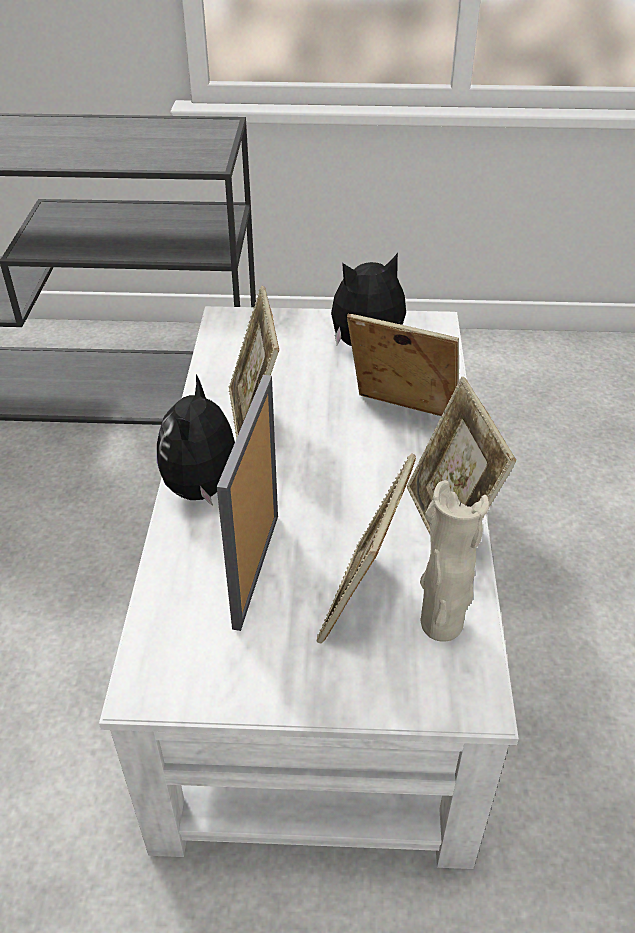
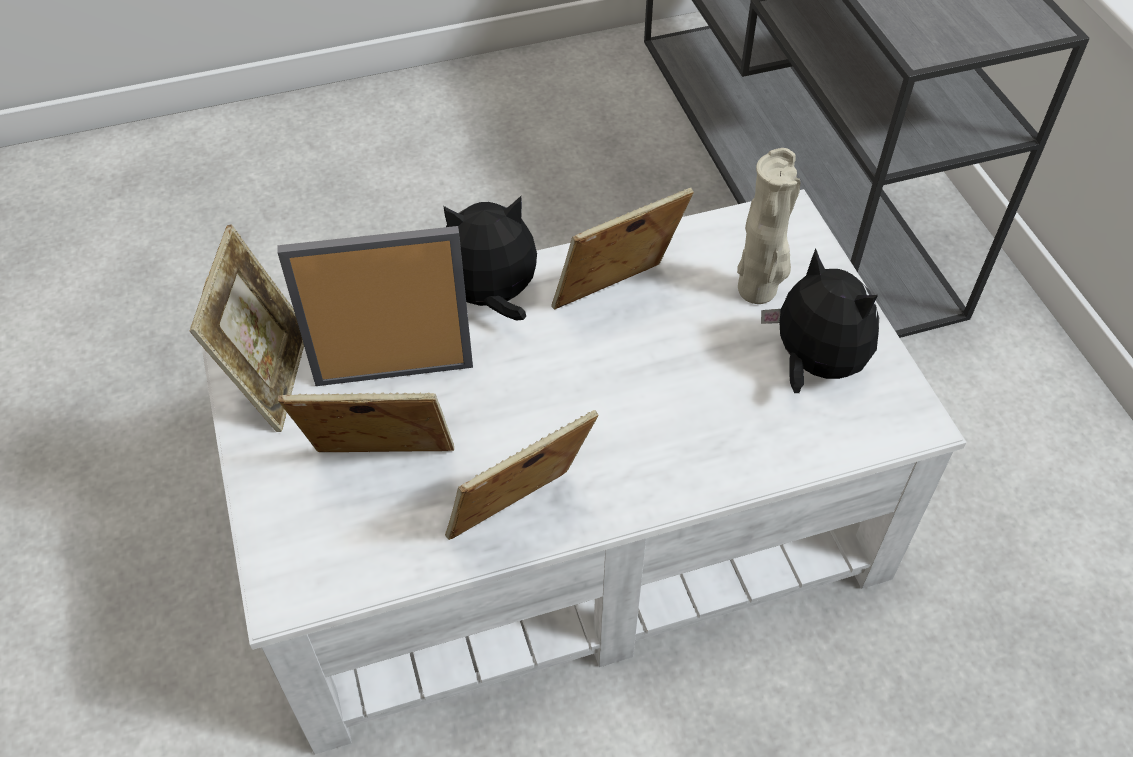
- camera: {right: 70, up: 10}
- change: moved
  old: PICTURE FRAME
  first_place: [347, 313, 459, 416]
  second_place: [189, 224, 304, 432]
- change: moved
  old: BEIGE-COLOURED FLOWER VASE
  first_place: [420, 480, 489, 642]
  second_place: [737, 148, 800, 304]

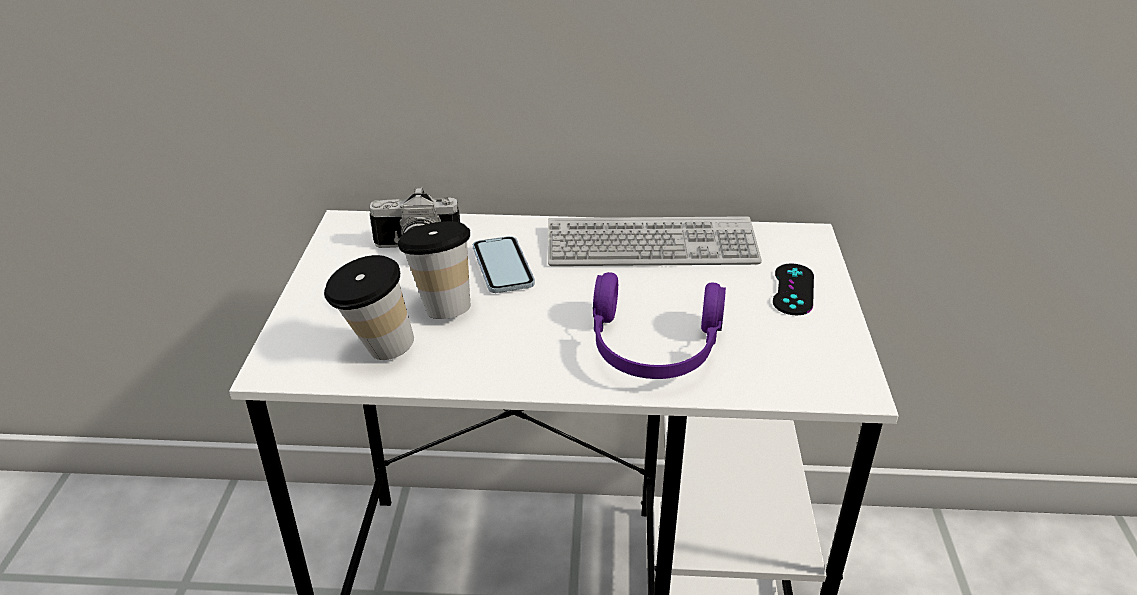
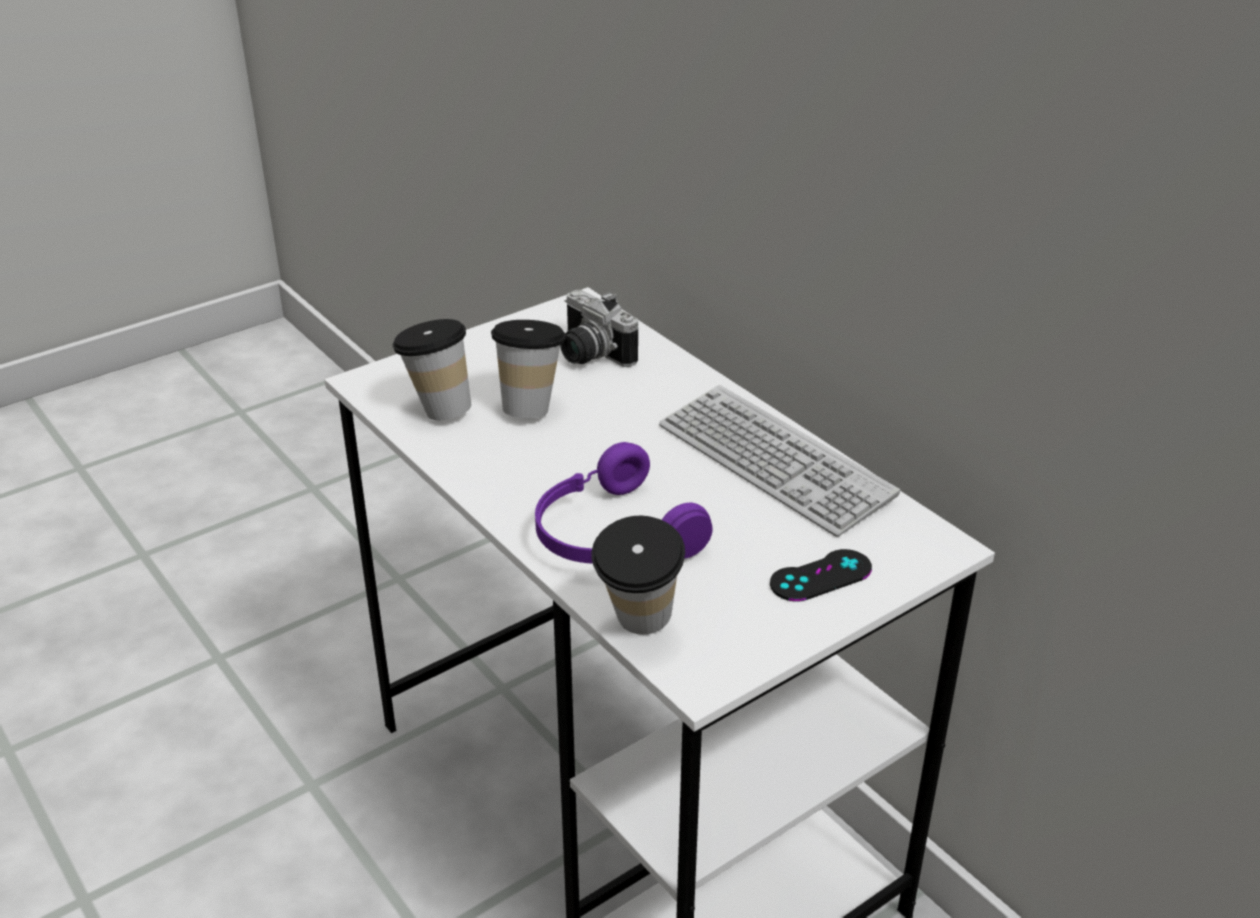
- camera: {right: 50, up: 0}
- change: removed
  old: PHONE
  first_place: [473, 236, 535, 293]
- change: added
  new: SMALL CUP
  second_place: [592, 516, 685, 635]

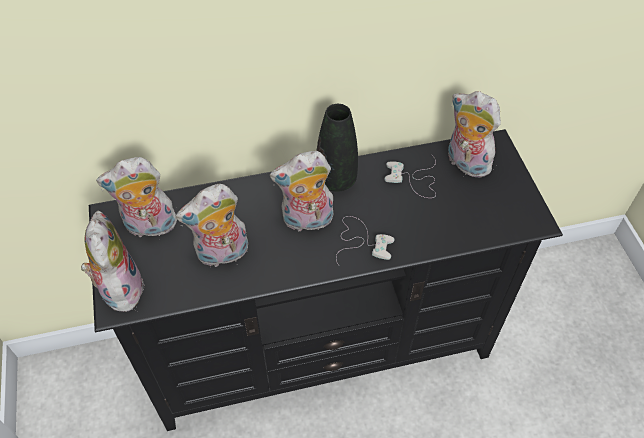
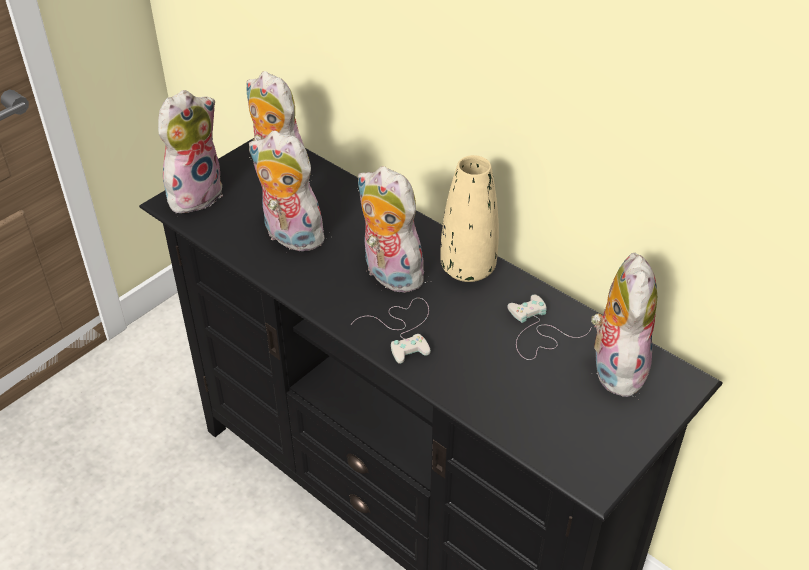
- camera: {right: 55, up: -10}
- change: recoloured
  old: BLACK-COLOURED FLOWER VASE
  new: BEIGE-COLOURED FLOWER VASE
  first_place: [317, 104, 358, 192]
  second_place: [441, 155, 499, 282]

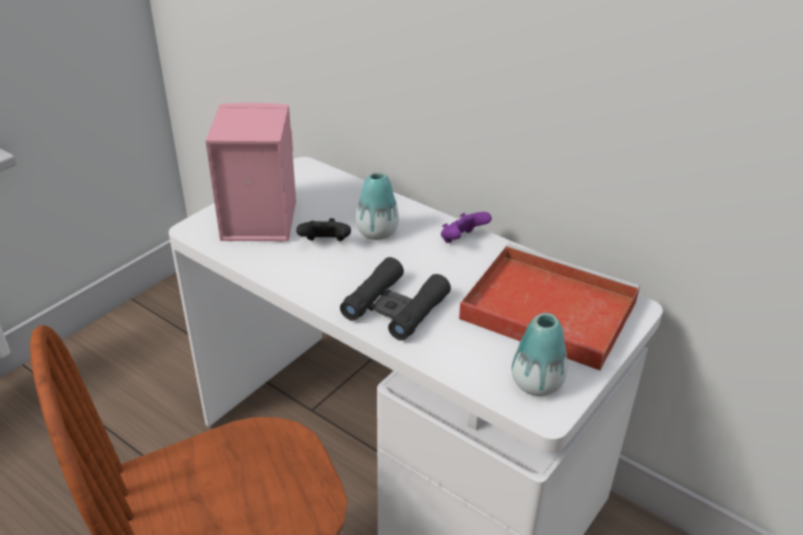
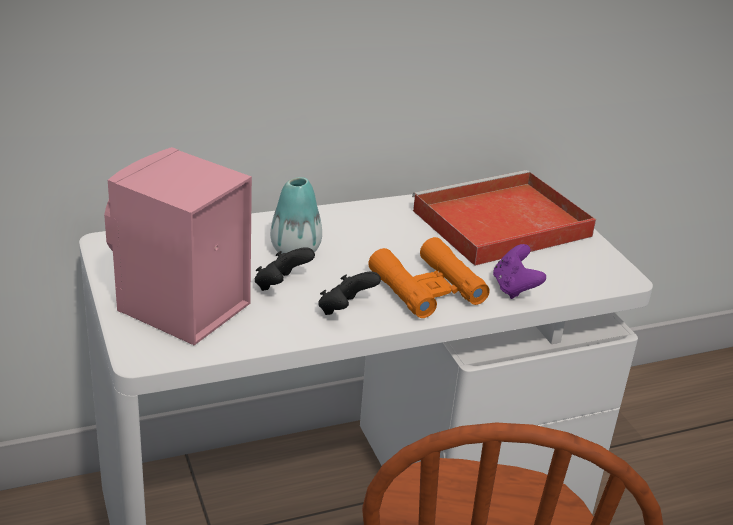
- camera: {right: -60, up: -5}
- change: recoloured
  old: BLACK-COLOURED PAIR OF BINOCULARS
  new: ORANGEY PAIR OF BINOCULARS
  first_place: [340, 257, 451, 340]
  second_place: [368, 237, 490, 318]
- change: moved
  old: PURPLE-COLOURED GAME CONTROLLER
  first_place: [441, 212, 492, 243]
  second_place: [493, 244, 546, 299]
- change: removed
  old: FLOWER VASE
  first_place: [511, 313, 568, 396]
- change: added
  new: BLACK-COLOURED GAME CONTROLLER
  second_place: [319, 271, 381, 315]

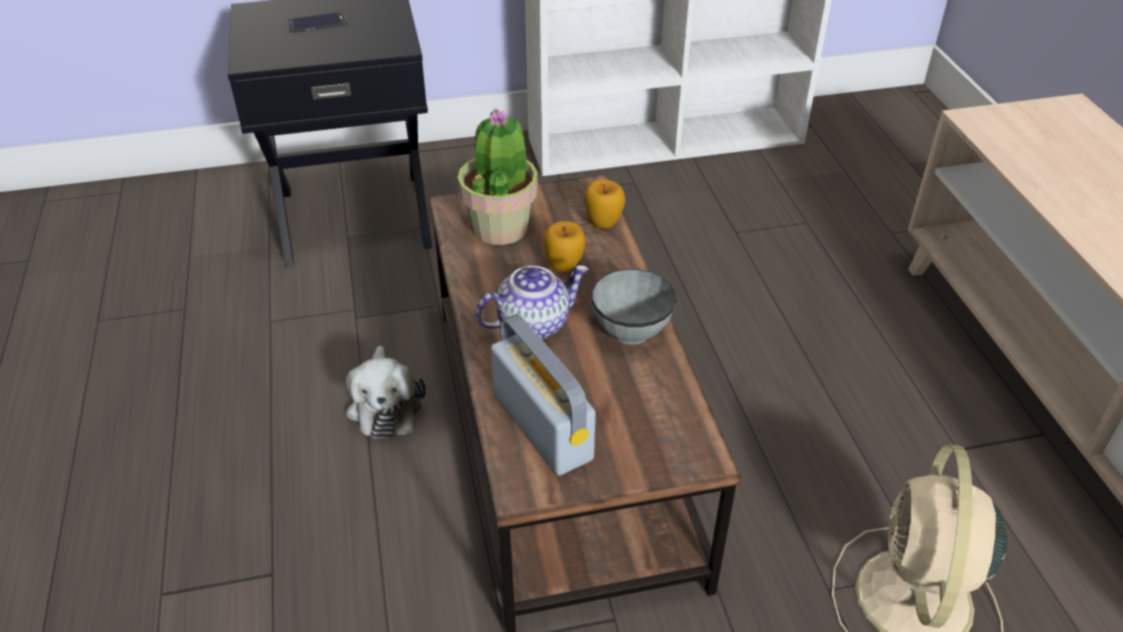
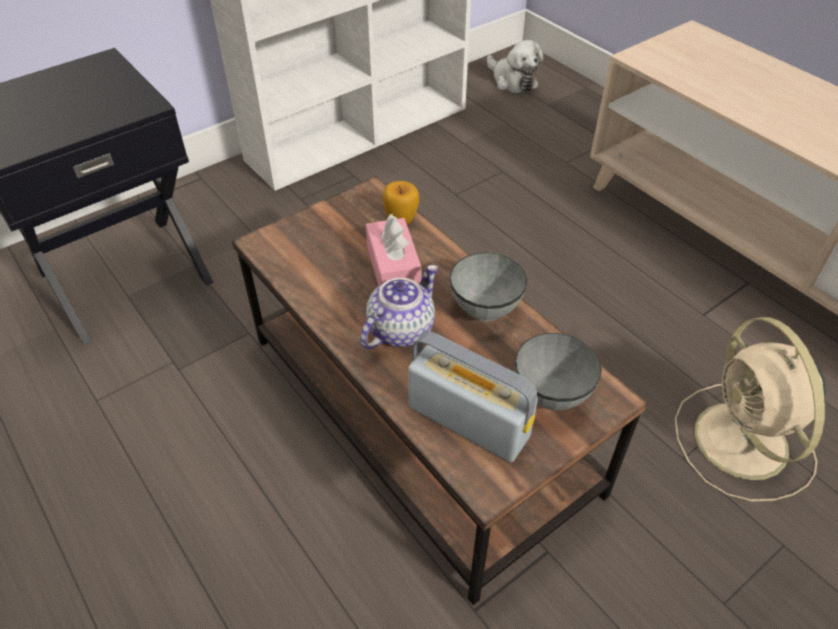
- camera: {right: -25, up: 5}
- change: removed
  old: PHONE
  first_place: [288, 12, 347, 33]
- change: moved
  old: CUDDLY TOY
  first_place: [346, 346, 426, 440]
  second_place: [487, 40, 543, 94]
- change: removed
  old: POTTED PLANT
  first_place: [458, 108, 538, 245]
- change: replaced
  old: WHOLE APPLE
  new: PINKISH TISSUE HOLDER
  first_place: [544, 221, 585, 272]
  second_place: [366, 214, 421, 286]
- change: added
  new: GRAY SERVING BOWL
  second_place: [515, 333, 602, 410]

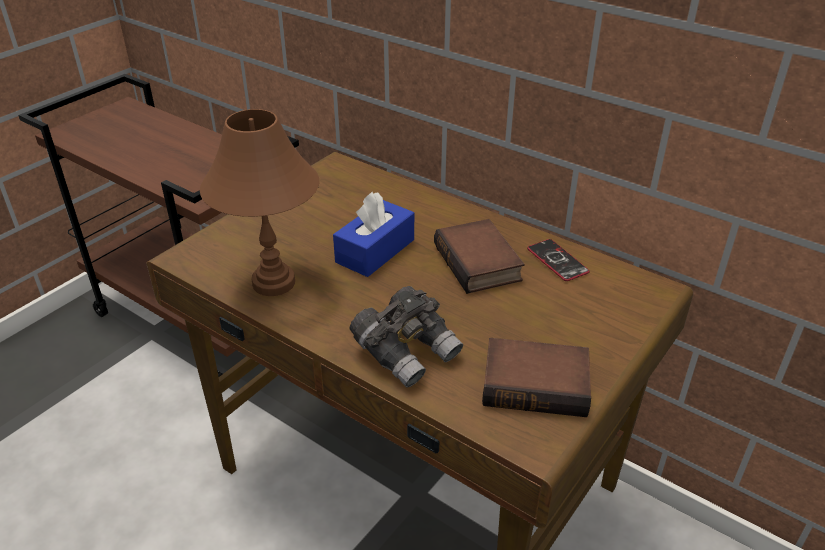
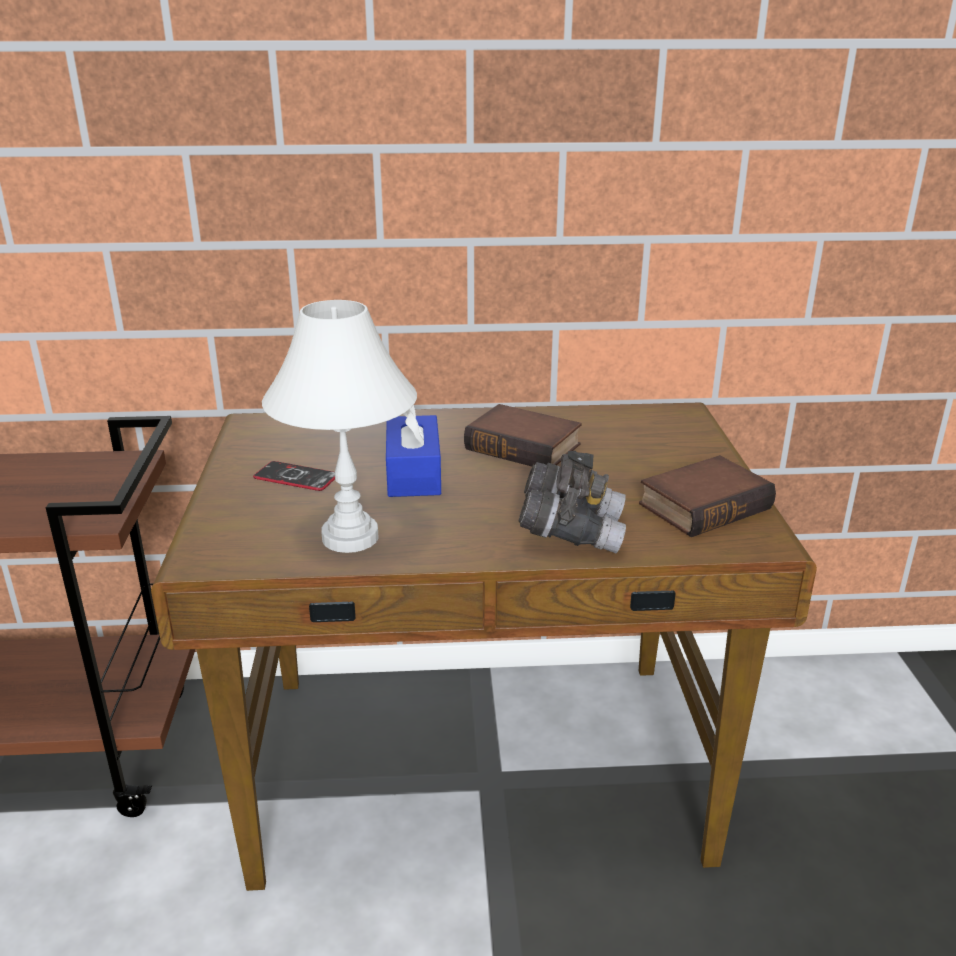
- camera: {right: -40, up: -10}
- change: recoloured
  old: BROWNISH LAMP FOR A TABLE
  new: WHITISH LAMP FOR A TABLE
  first_place: [200, 109, 319, 296]
  second_place: [262, 300, 417, 553]
- change: moved
  old: PHONE
  first_place: [527, 239, 590, 281]
  second_place: [253, 461, 335, 491]

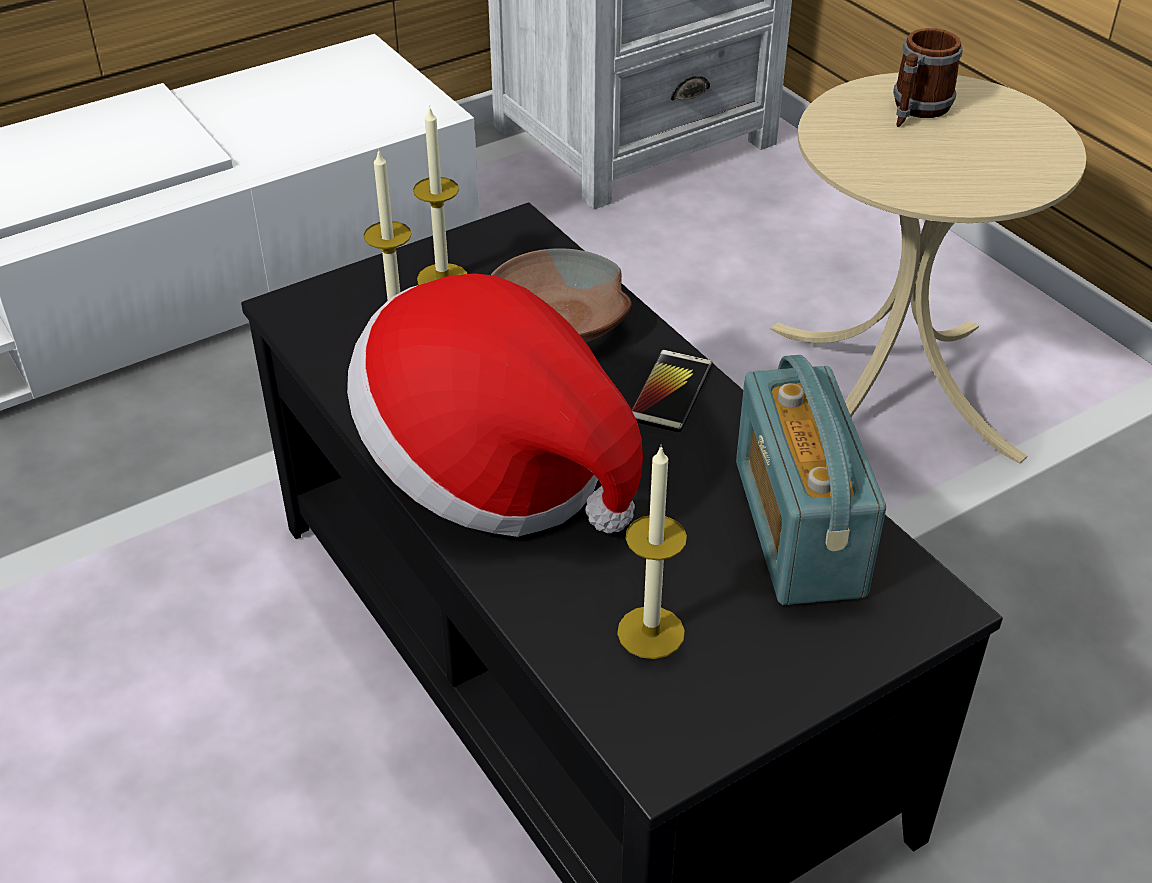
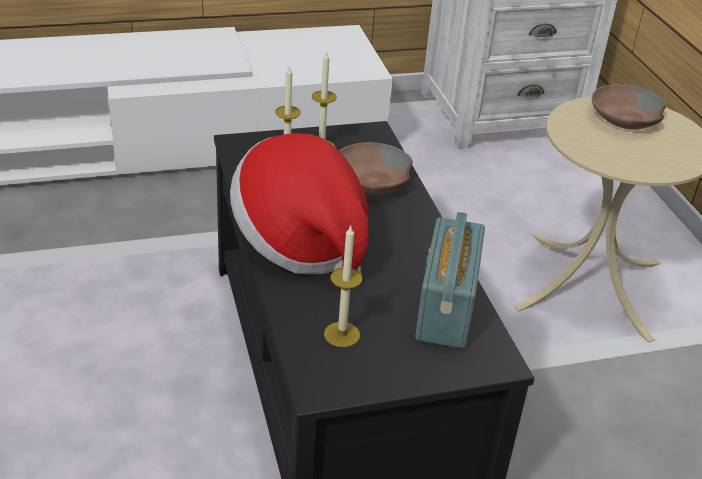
- camera: {right: 15, up: -5}
- change: removed
  old: PHONE
  first_place: [631, 350, 713, 432]
- change: replaced
  old: MUG
  new: BROWNISH SERVING BOWL
  first_place: [893, 28, 963, 127]
  second_place: [592, 84, 667, 129]

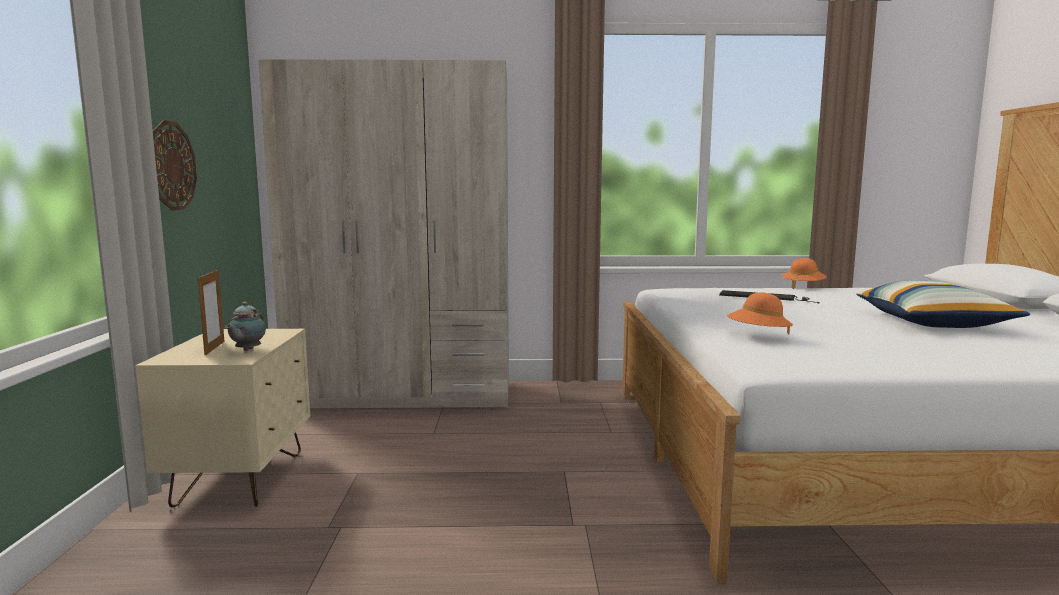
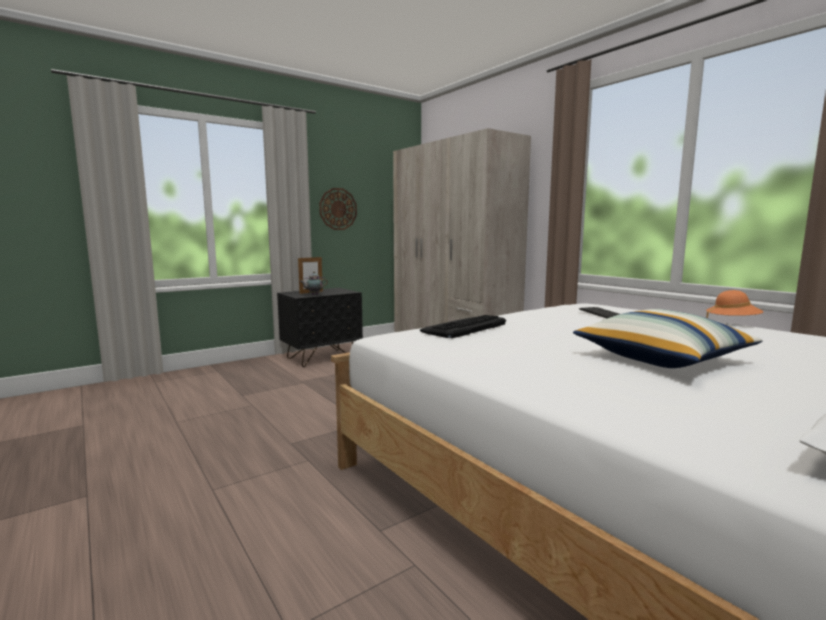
- camera: {right: 55, up: 0}
- change: recoloured
  old: BEIGE-COLOURED NIGHTSTAND
  new: BLACK-COLOURED NIGHTSTAND
  first_place: [135, 329, 310, 507]
  second_place: [277, 288, 363, 367]
- change: replaced
  old: ORANGEY WEARABLE HAT
  new: COMPUTER KEYBOARD
  first_place: [727, 292, 793, 335]
  second_place: [420, 315, 506, 338]

